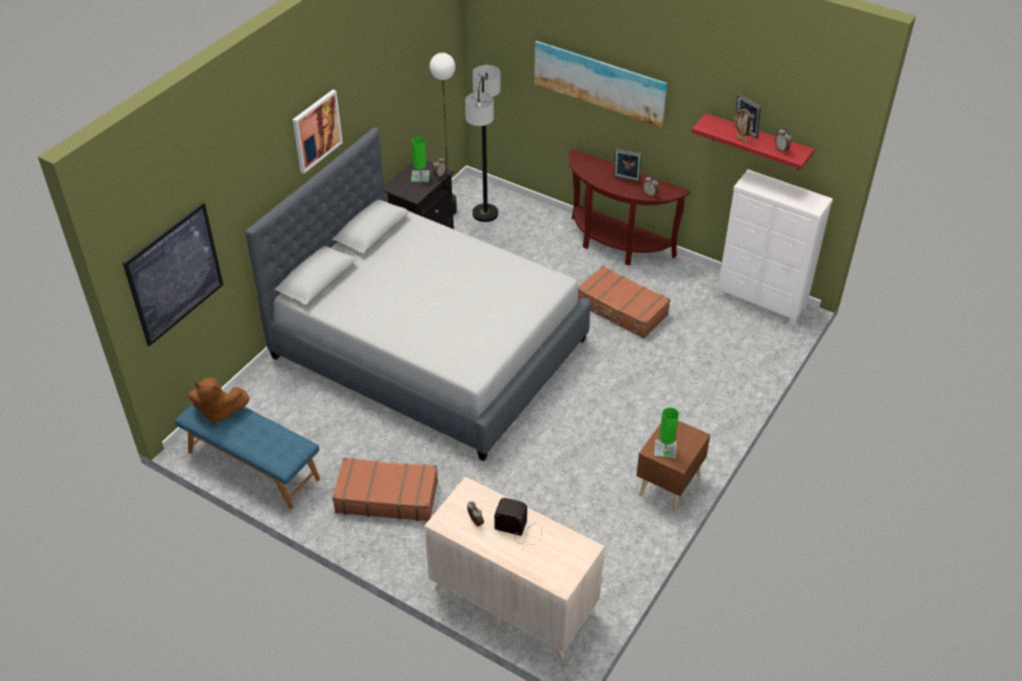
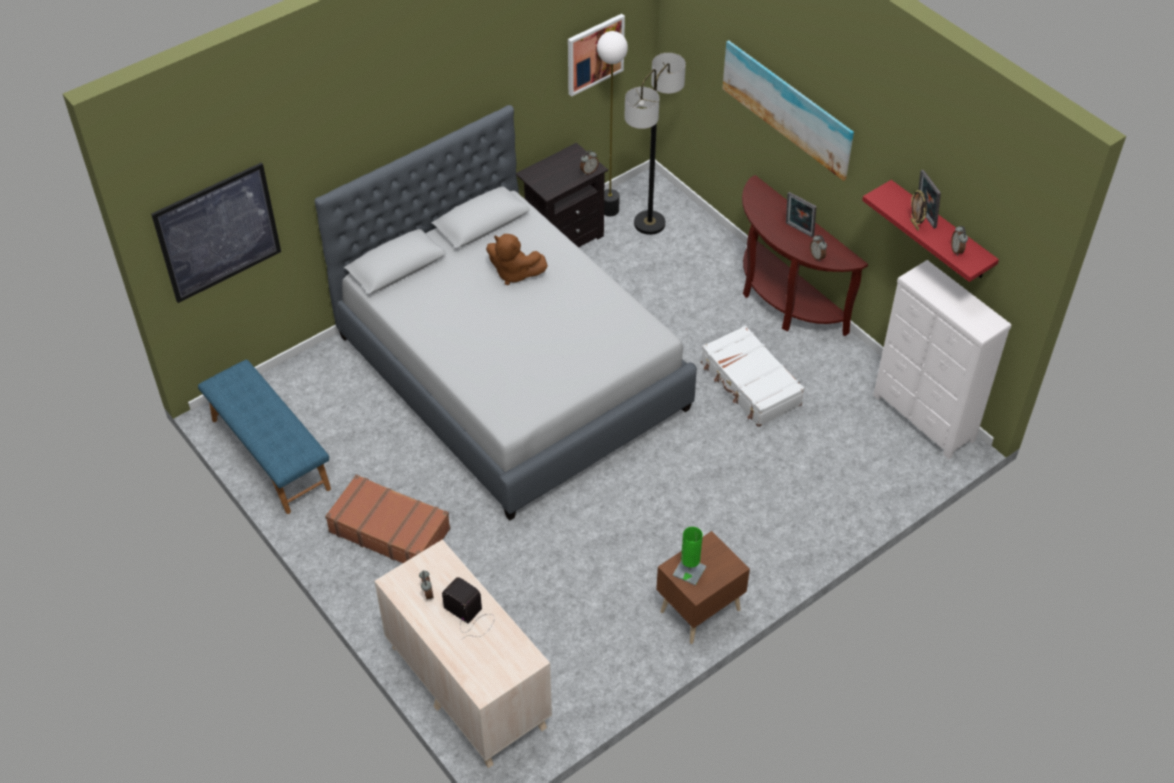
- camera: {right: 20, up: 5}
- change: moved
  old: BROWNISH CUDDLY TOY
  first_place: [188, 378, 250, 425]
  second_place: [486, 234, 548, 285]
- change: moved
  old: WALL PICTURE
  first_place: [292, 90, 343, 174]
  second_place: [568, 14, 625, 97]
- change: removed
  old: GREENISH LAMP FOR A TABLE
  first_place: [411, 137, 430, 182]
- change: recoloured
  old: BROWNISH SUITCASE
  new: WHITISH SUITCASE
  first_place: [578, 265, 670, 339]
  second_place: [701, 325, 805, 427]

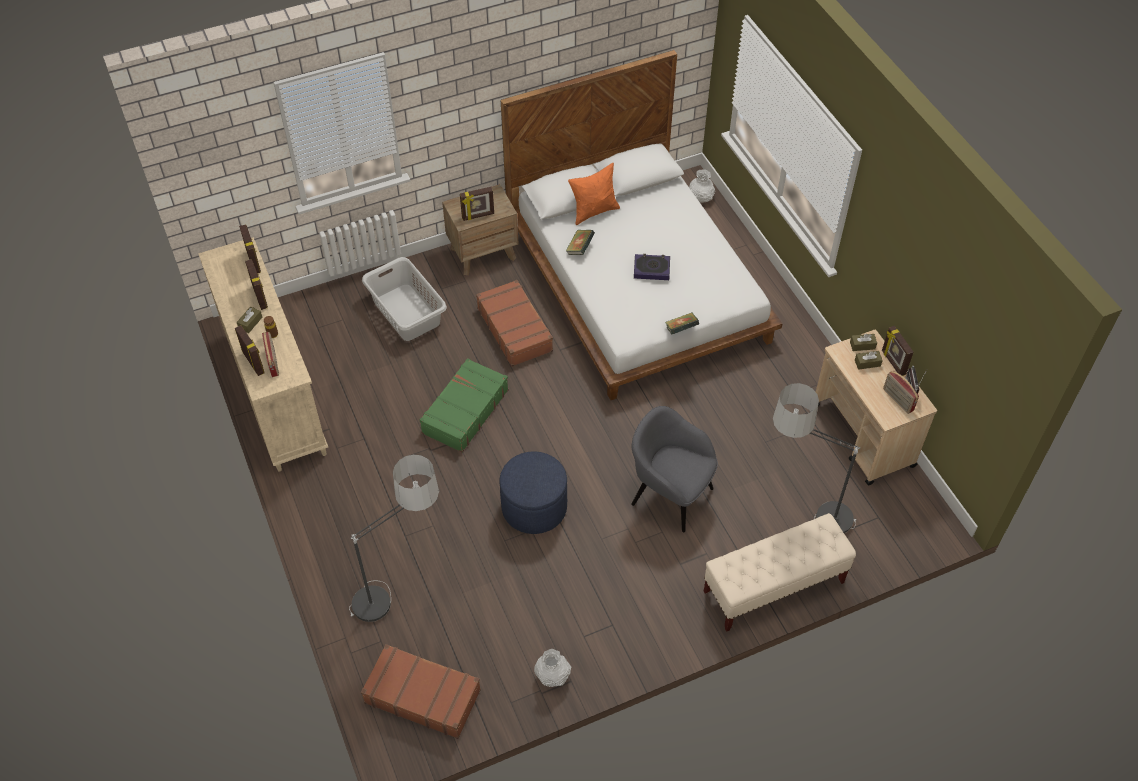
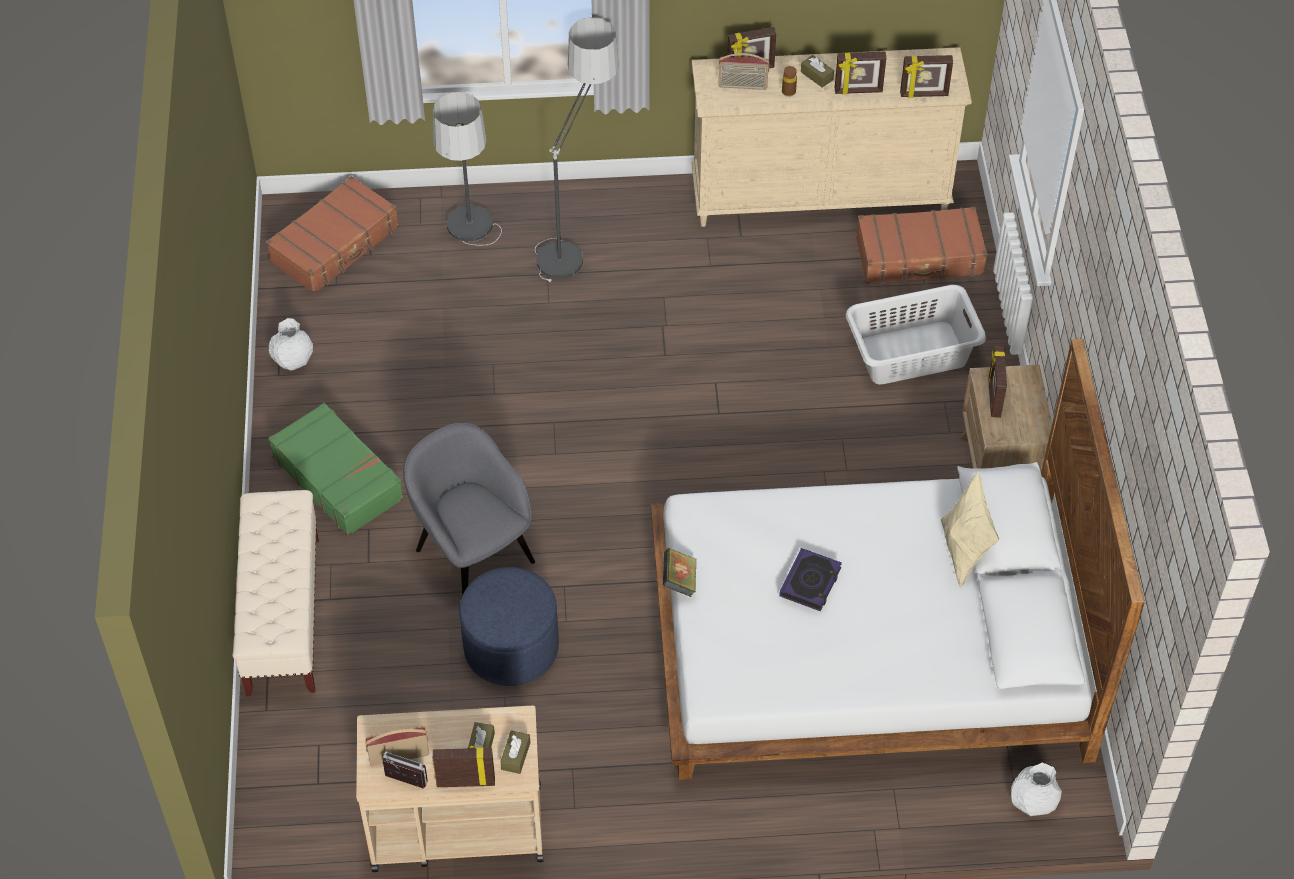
- camera: {right: 110, up: 0}
- change: moved
  old: GREENISH SUITCASE
  first_place: [420, 358, 509, 452]
  second_place: [268, 403, 404, 536]
- change: moved
  old: BROWNISH SUITCASE
  first_place: [476, 280, 553, 367]
  second_place: [856, 207, 987, 284]
- change: moved
  old: BLUE POUFFE
  first_place: [499, 452, 567, 534]
  second_place: [459, 567, 559, 686]
- change: removed
  old: VOLUME
  first_place: [566, 230, 595, 255]
- change: recoloured
  old: ORANGEY CUSHION
  new: BEIGE-COLOURED CUSHION
  first_place: [568, 163, 620, 225]
  second_place: [941, 471, 999, 588]
- change: turned
  old: GRAY EASY CHAIR
  first_place: [631, 406, 718, 532]
  second_place: [403, 423, 535, 595]
  degrees: -90
- change: moved
  old: FLOOR LAMP
  first_place: [773, 383, 860, 533]
  second_place: [535, 17, 619, 282]

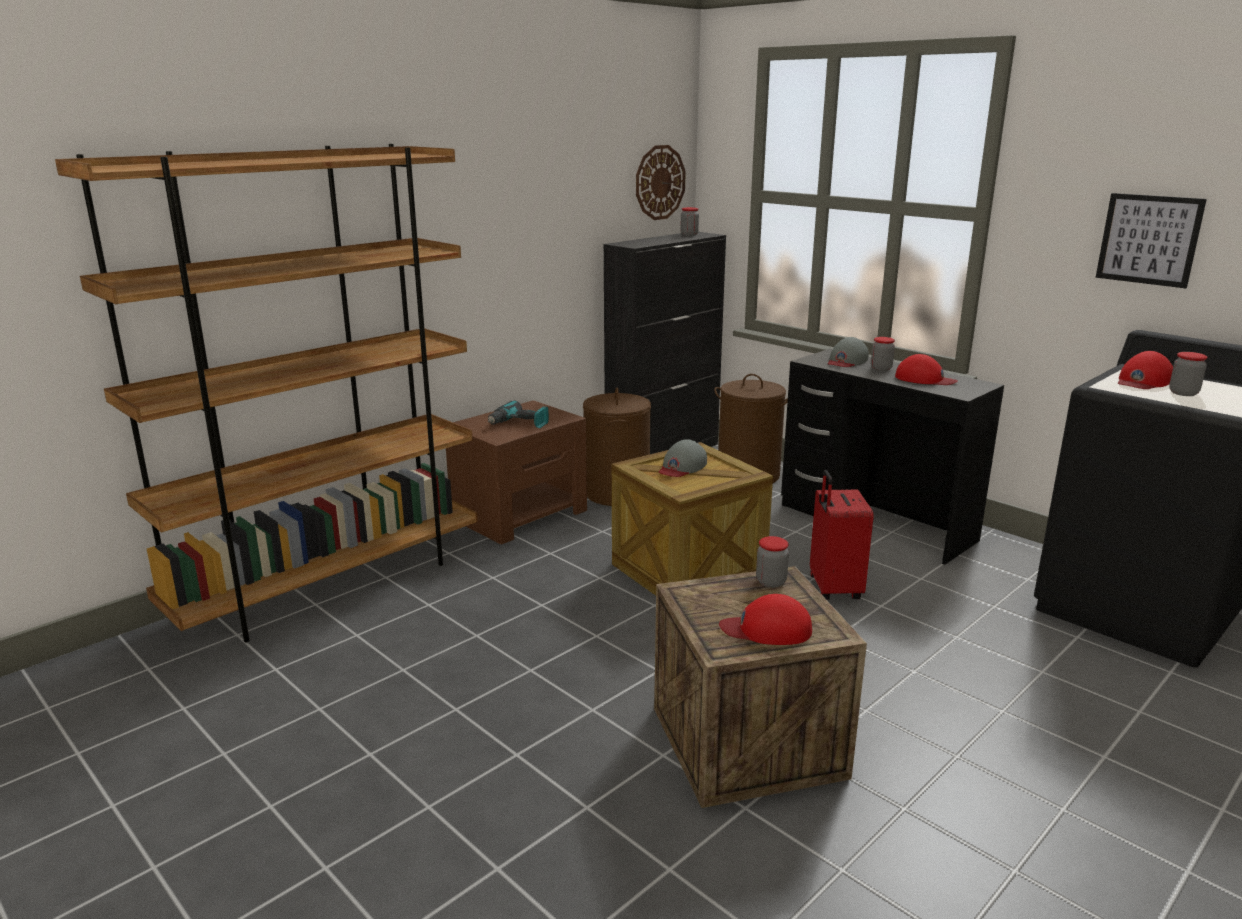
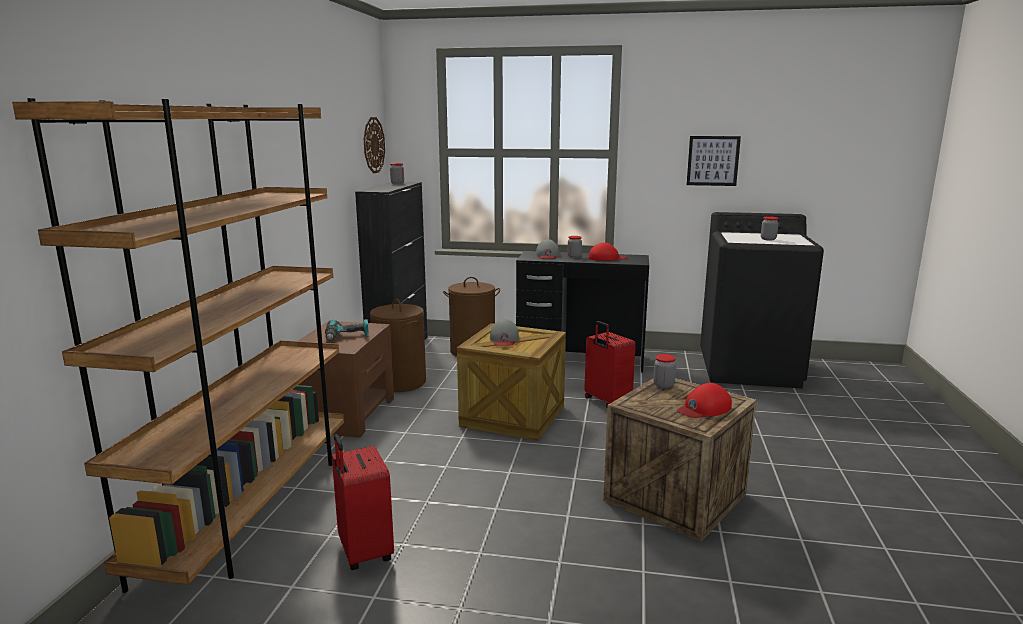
- camera: {right: -35, up: -5}
- change: removed
  old: REDDISH BASEBALL CAP
  first_place: [1118, 351, 1173, 389]
- change: added
  new: REDDISH SUITCASE
  second_place: [332, 434, 394, 570]

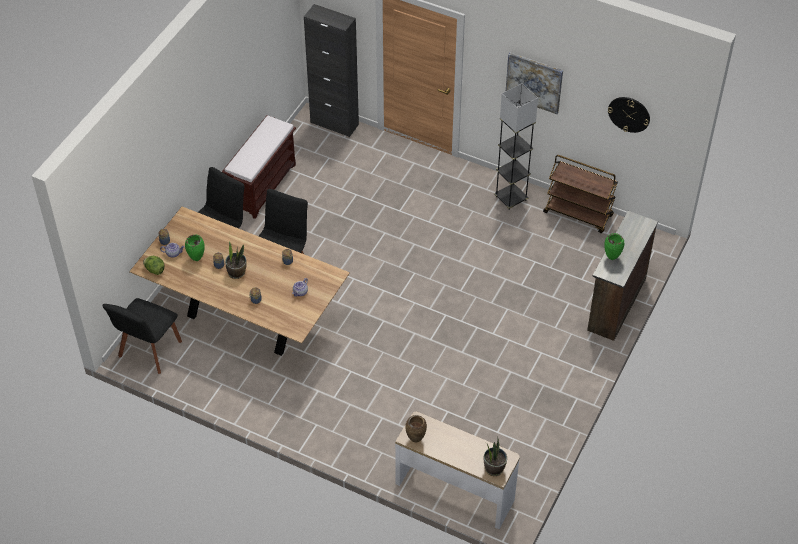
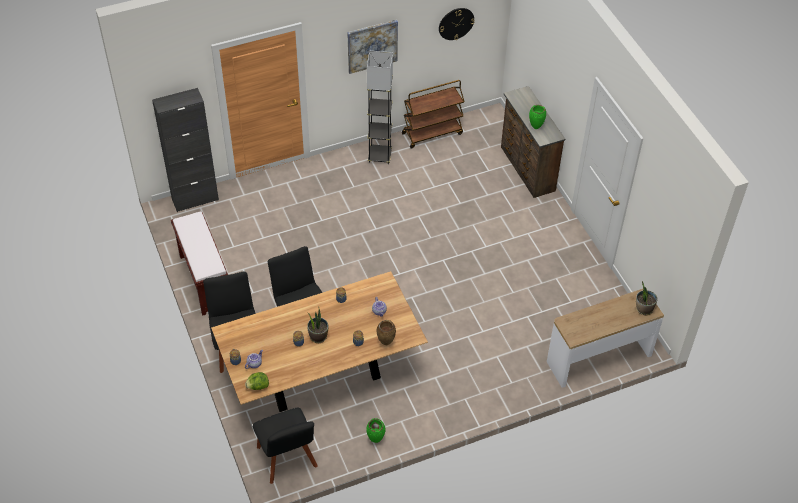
- camera: {right: -50, up: 0}
- change: moved
  old: GREENISH FLOWER VASE
  first_place: [185, 235, 205, 261]
  second_place: [366, 418, 385, 443]
- change: moved
  old: BROWNISH FLOWER VASE
  first_place: [405, 415, 427, 442]
  second_place: [377, 320, 396, 345]

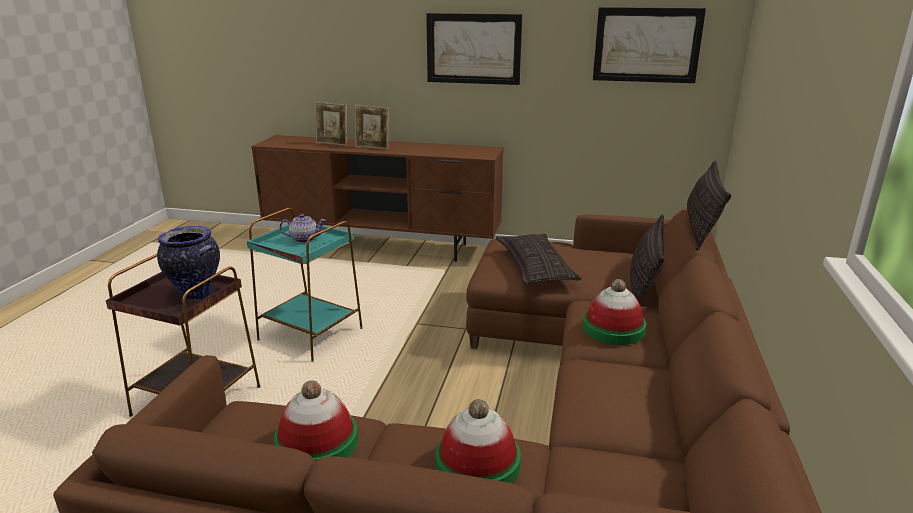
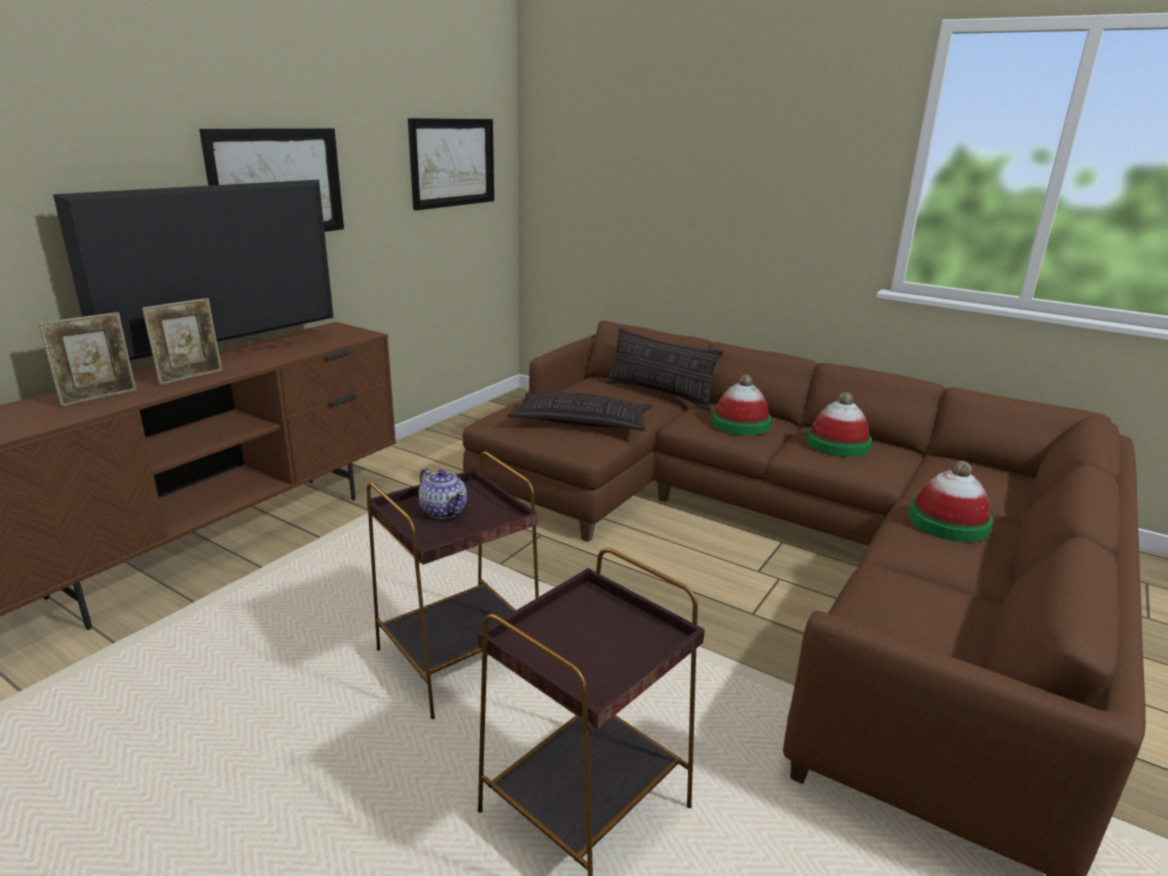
- camera: {right: -70, up: 0}
- change: removed
  old: FLOWER VASE
  first_place: [157, 226, 220, 301]
- change: recoloured
  old: TURQUOISE-COLOURED SIDE TABLE
  new: BROWNISH SIDE TABLE
  first_place: [247, 208, 363, 362]
  second_place: [367, 452, 539, 719]
- change: moved
  old: WEARABLE HAT
  first_place: [274, 380, 358, 461]
  second_place: [806, 392, 872, 457]
- change: turned
  old: POT FOR TEA
  first_place: [280, 214, 326, 243]
  second_place: [419, 468, 467, 519]
  degrees: 120
- change: removed
  old: CUSHION
  first_place: [687, 160, 731, 250]
- change: added
  new: TV
  second_place: [53, 180, 334, 376]

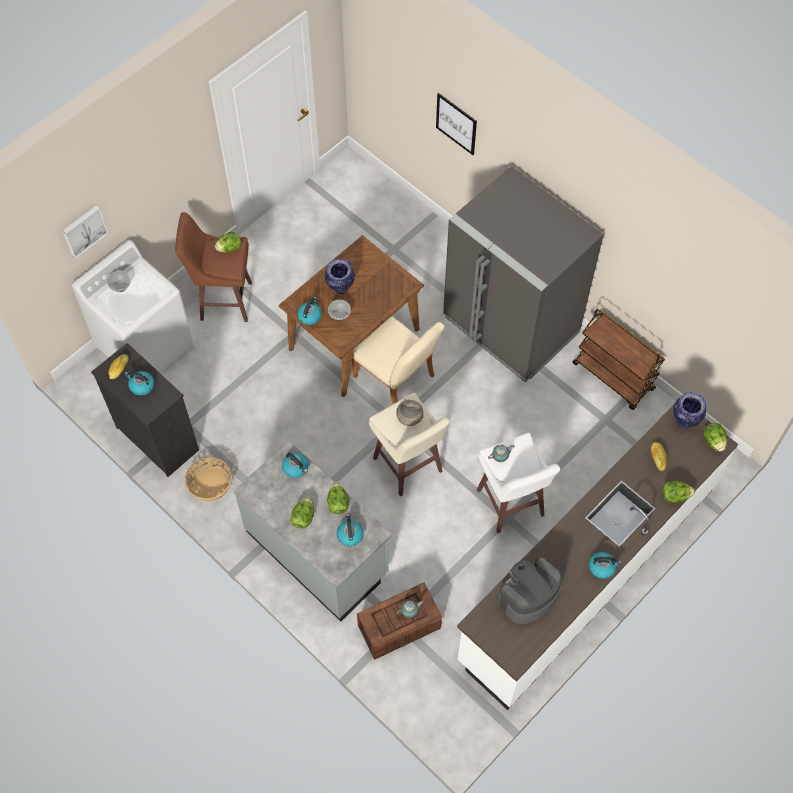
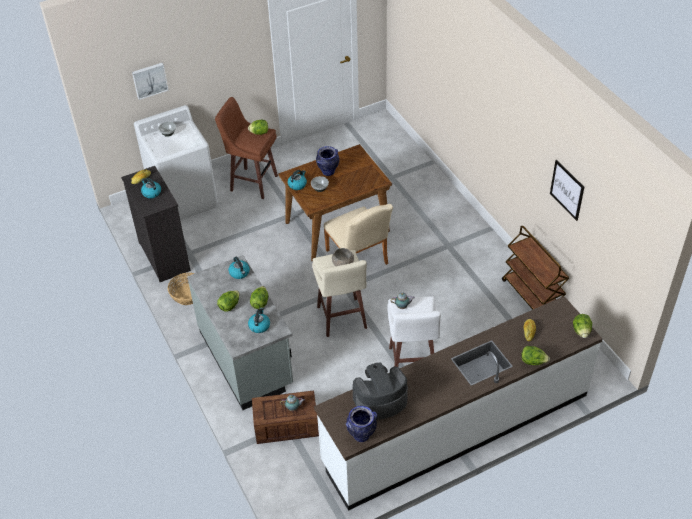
- camera: {right: 20, up: -15}
- change: moved
  old: WALL PICTURE
  first_place: [436, 93, 477, 155]
  second_place: [550, 160, 584, 221]
- change: removed
  old: GRAY KITCHEN FRIDGE
  first_place: [443, 166, 604, 382]
- change: removed
  old: TEA KETTLE
  first_place: [589, 552, 622, 579]
- change: moved
  old: FLOWER VASE
  first_place: [673, 393, 706, 429]
  second_place: [345, 406, 377, 442]

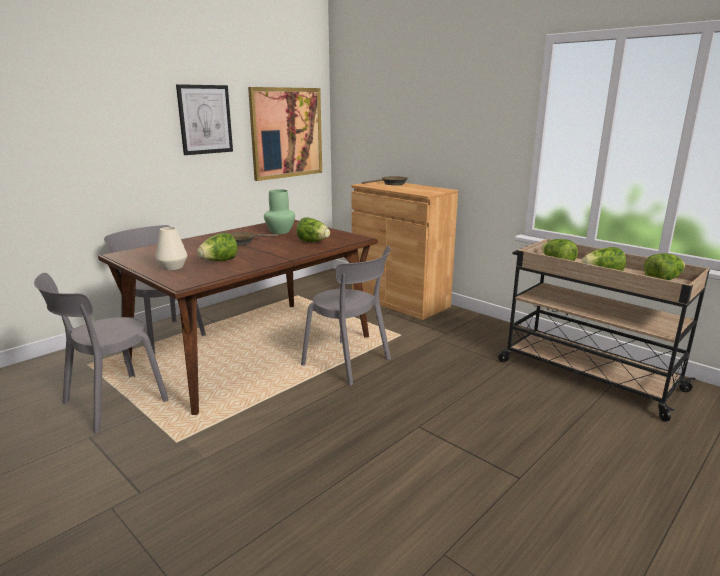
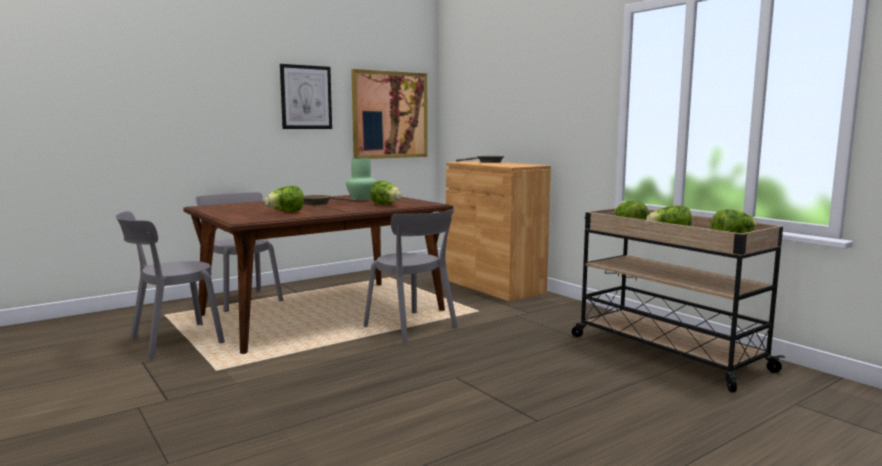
- camera: {right: 10, up: -10}
- change: removed
  old: WHITISH FLOWER VASE
  first_place: [155, 227, 188, 270]

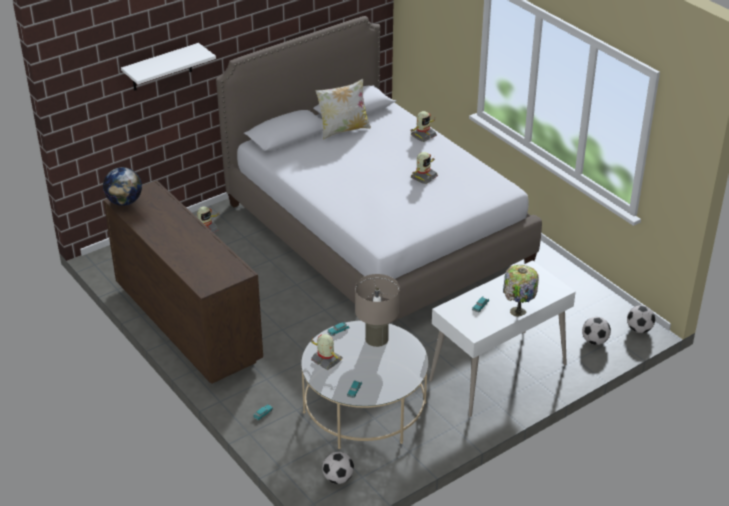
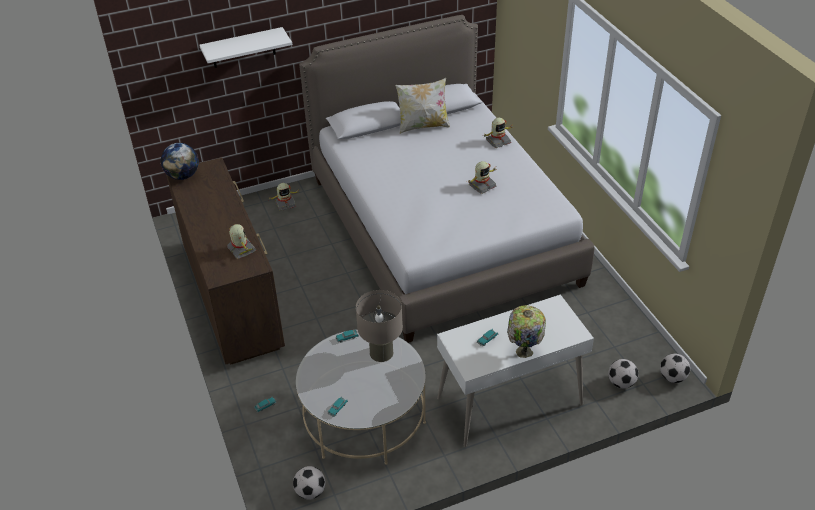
- camera: {right: 15, up: 5}
- change: moved
  old: MODEL ROBOT
  first_place: [309, 334, 343, 370]
  second_place: [227, 224, 257, 259]

